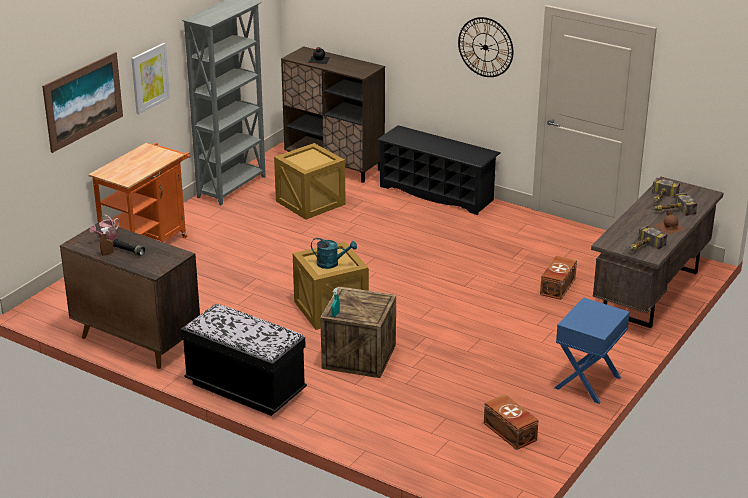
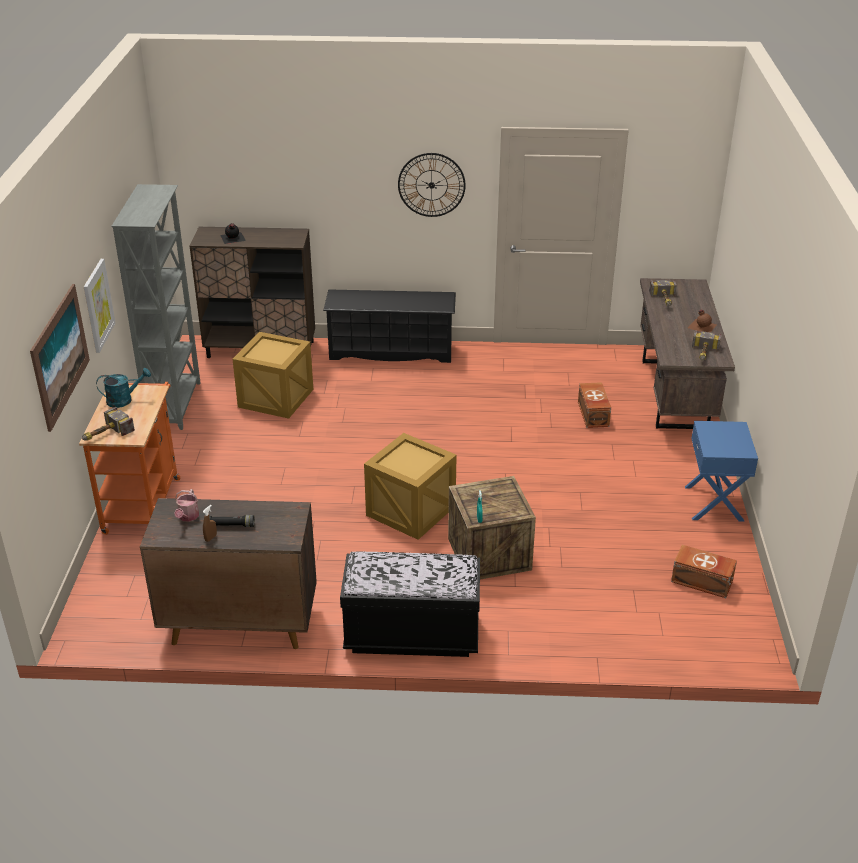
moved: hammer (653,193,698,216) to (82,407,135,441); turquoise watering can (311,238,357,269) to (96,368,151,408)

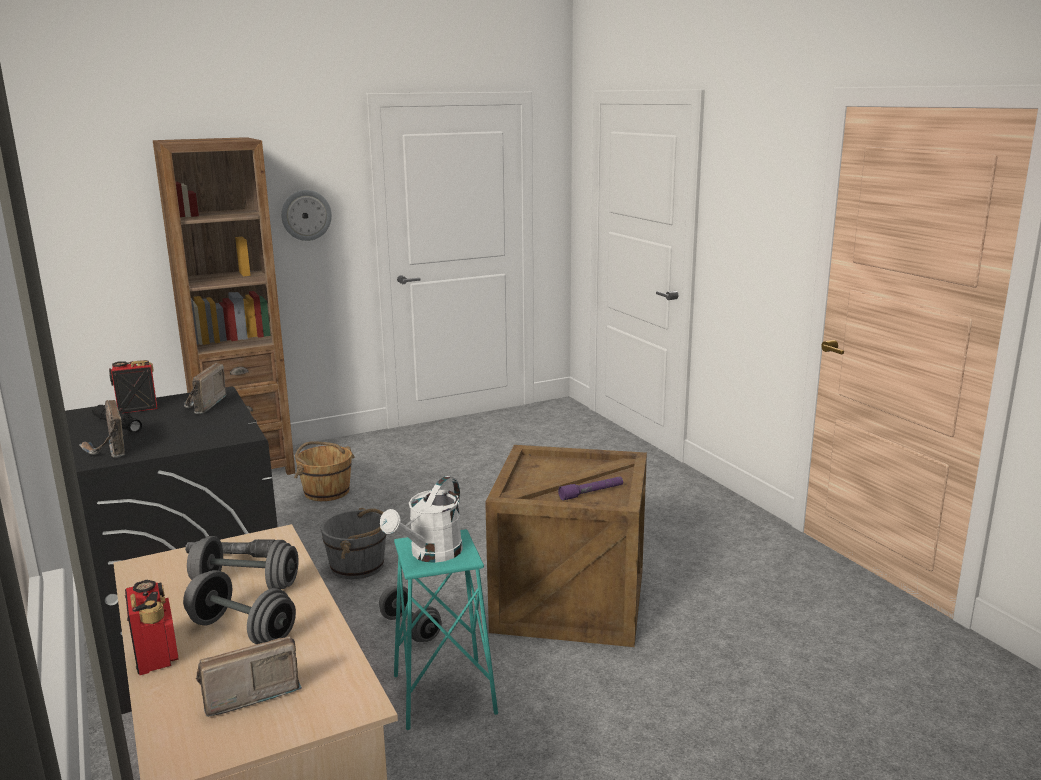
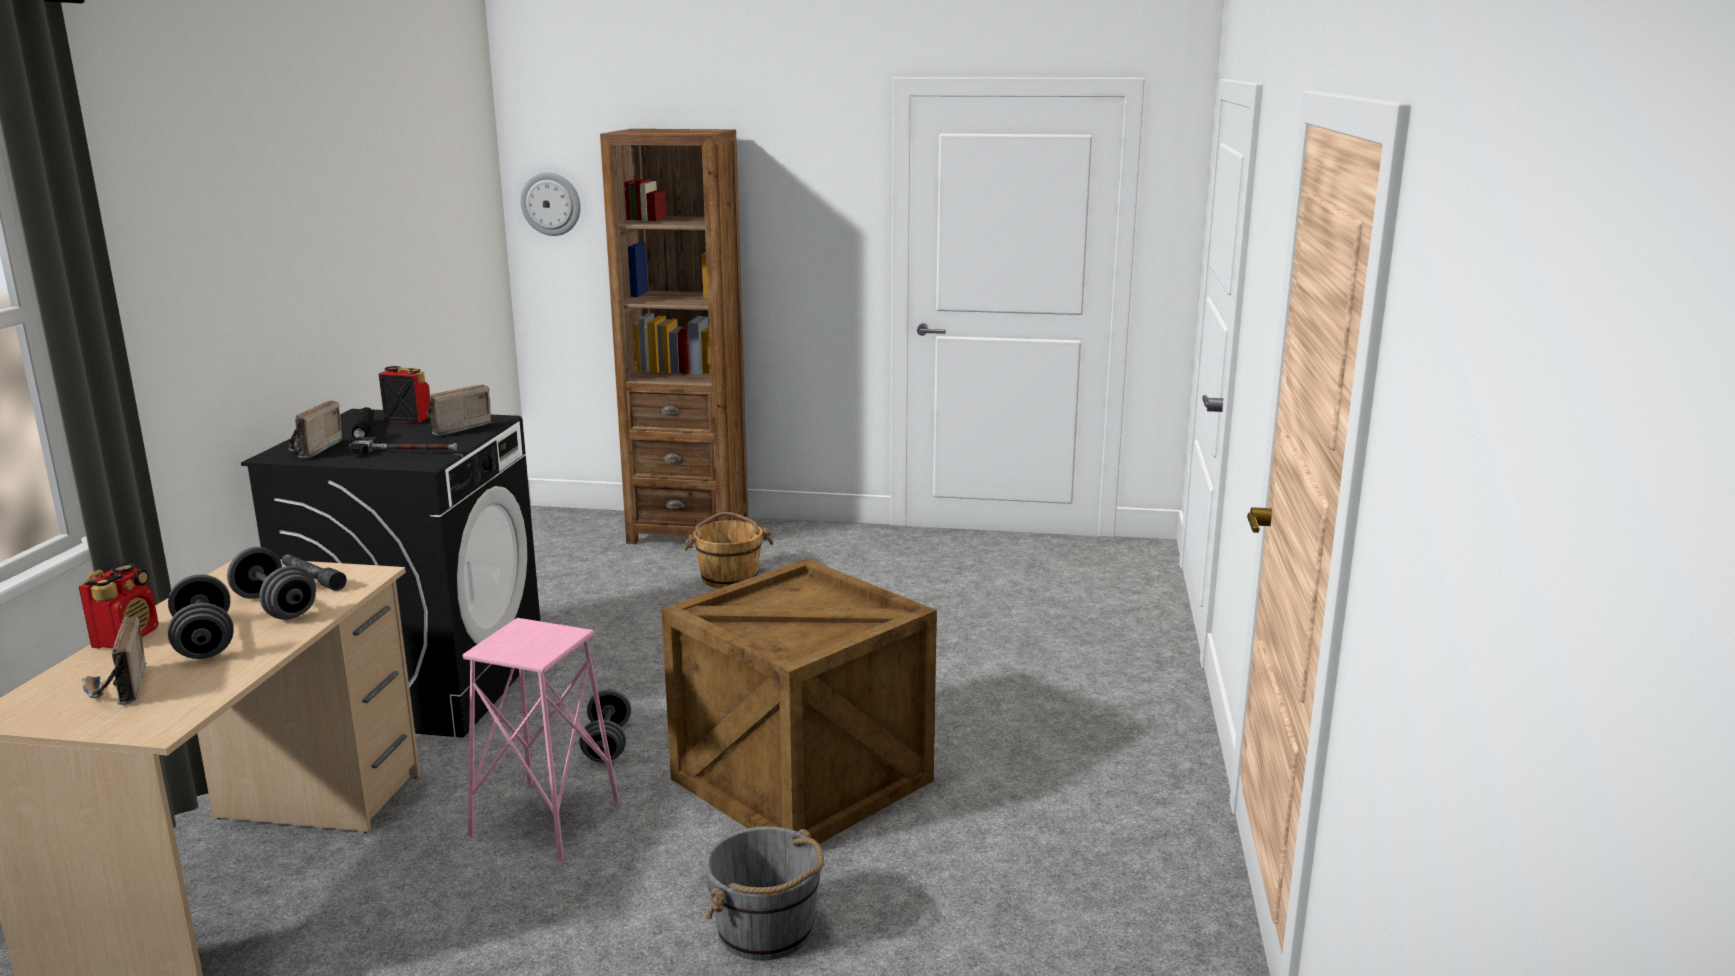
removed: white watering can (380,476,463,563); purple flashlight (558,476,623,501)
added: hammer (349,437,457,454)
moved: wall clock (281,190,332,241) to (520,172,581,236); grey bucket (321,508,386,579) to (704,826,824,961)
recoloured: turquoise stool (394,529,498,730) to pink stool (463,618,619,861)
turned: radio (196,636,302,717) = (82,616,146,705) 120 degrees counterclockwise

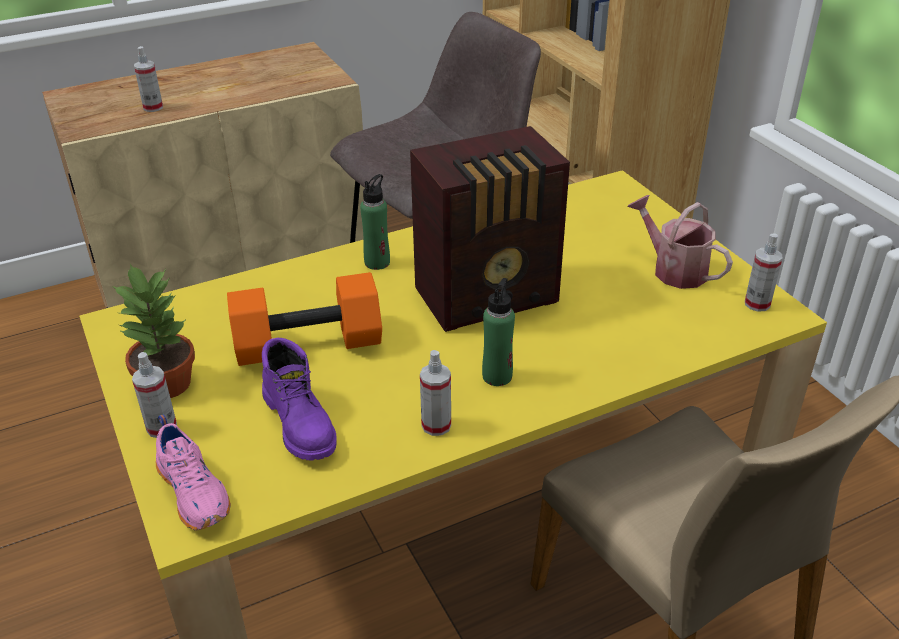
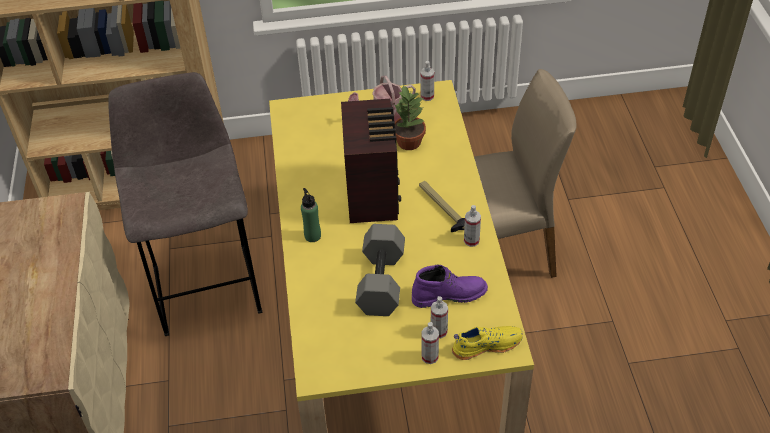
moved: spray bottle (134,46,163,112) to (431,296,448,338); potted plant (113,264,195,398) to (395,85,426,150)
replaced: green bottle (482,278,515,386) to hammer (419,181,465,232)
recoloured: orange dumbbell (227,272,382,366) to grey dumbbell (355,224,405,316); pink shoe (156,414,231,531) to yellow shoe (452,326,523,360)

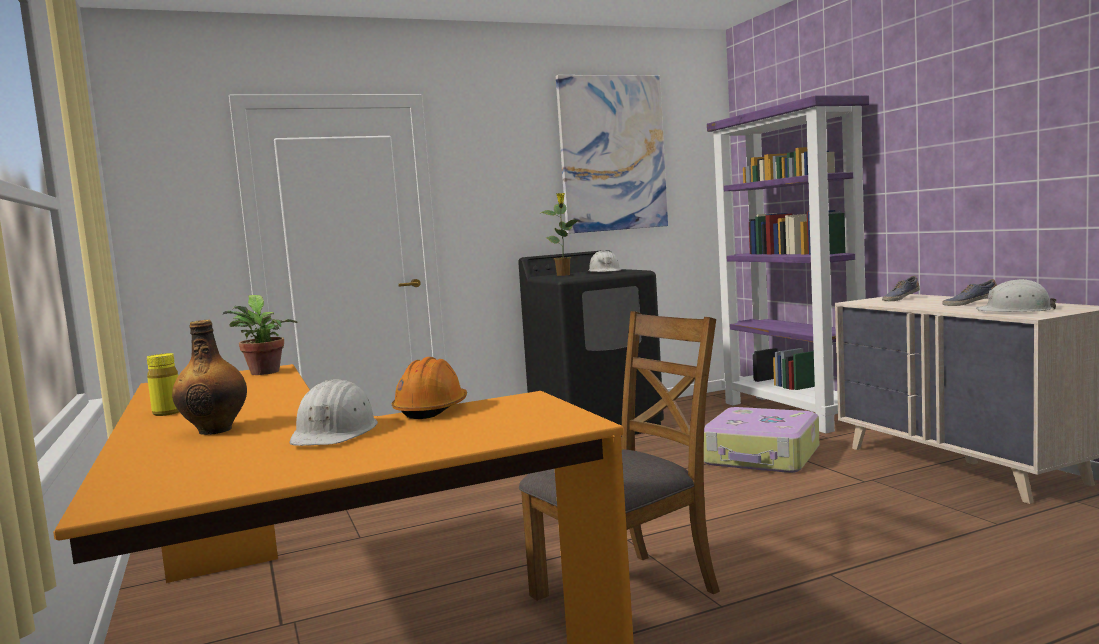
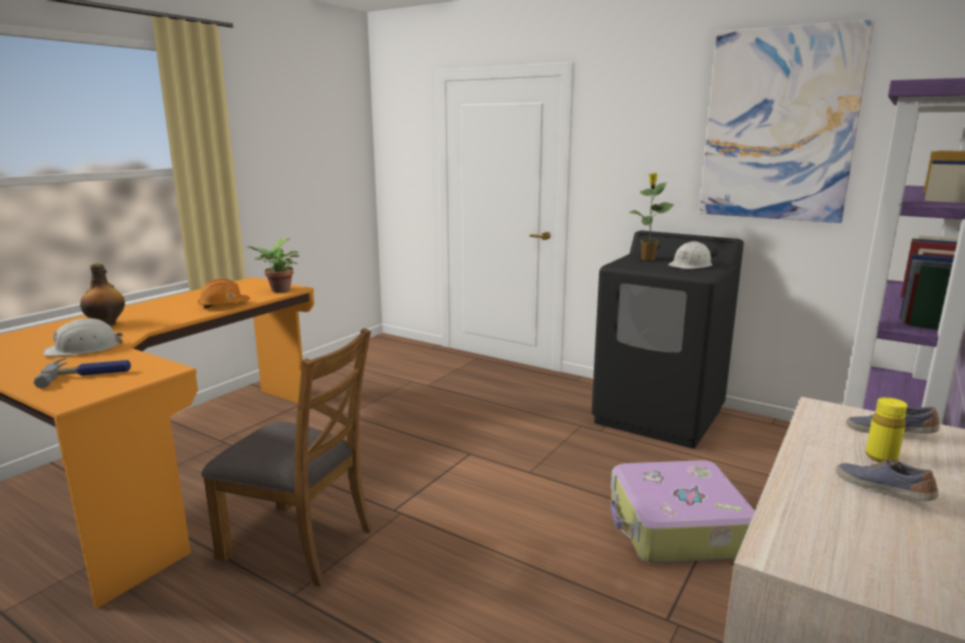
removed: white hard hat (976,279,1057,312)
added: hammer (34,358,131,389)
moved: yellow bottle (147,353,179,416) to (866,397,908,462); orange hard hat (392,357,467,419) to (198,278,250,308)

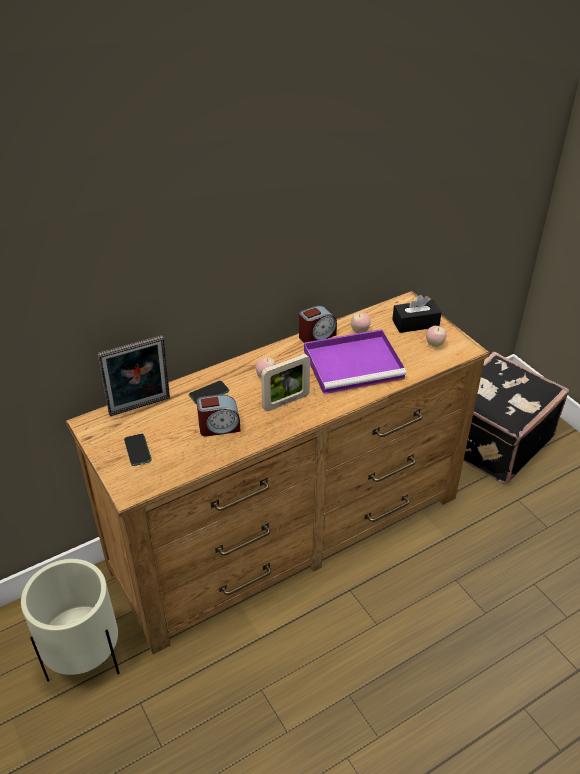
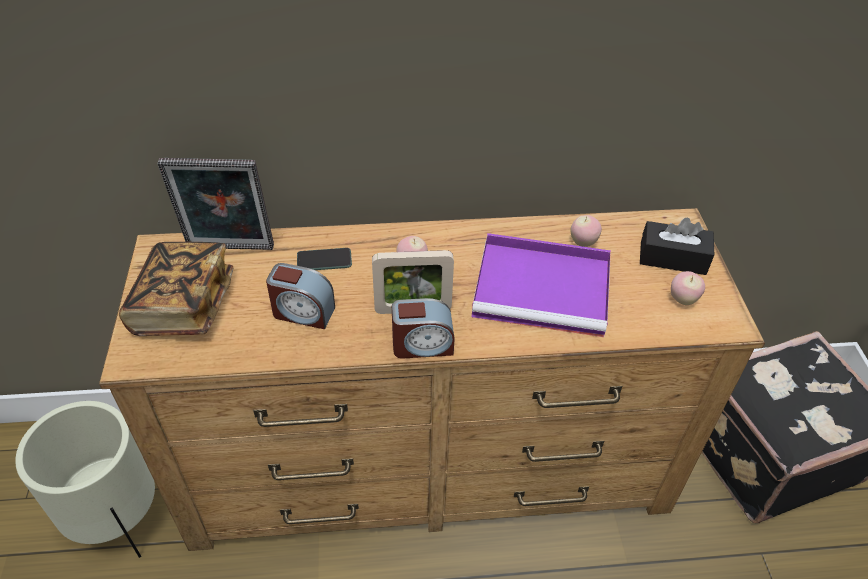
moved: alarm clock (299,305,337,343) to (392,298,455,359)
replaced: phone (124,434,152,466) to book (119,242,233,336)

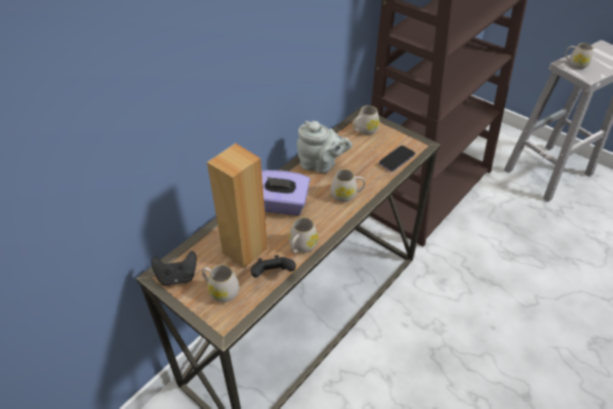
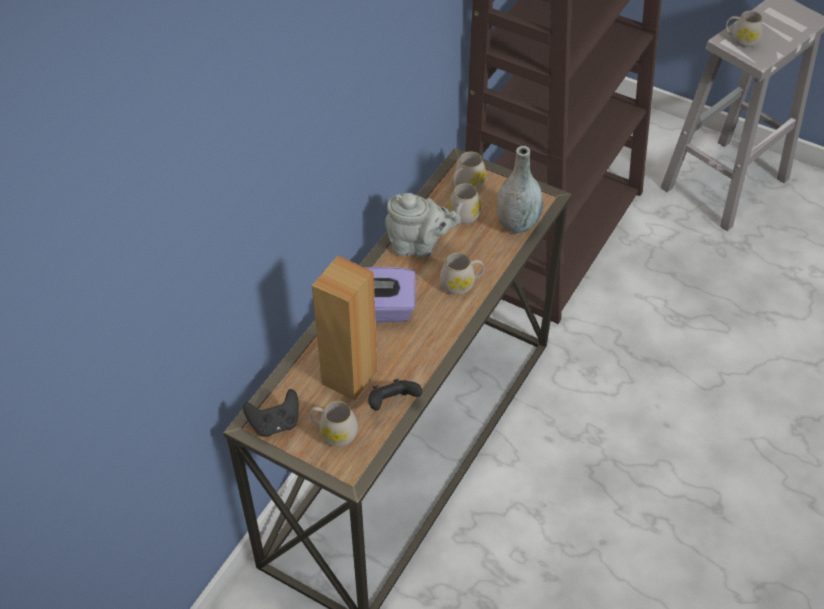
moved: white mug (289,217,318,253) to (448,183,481,225)
replaced: phone (379,145,415,171) to grey vase (497,146,543,233)

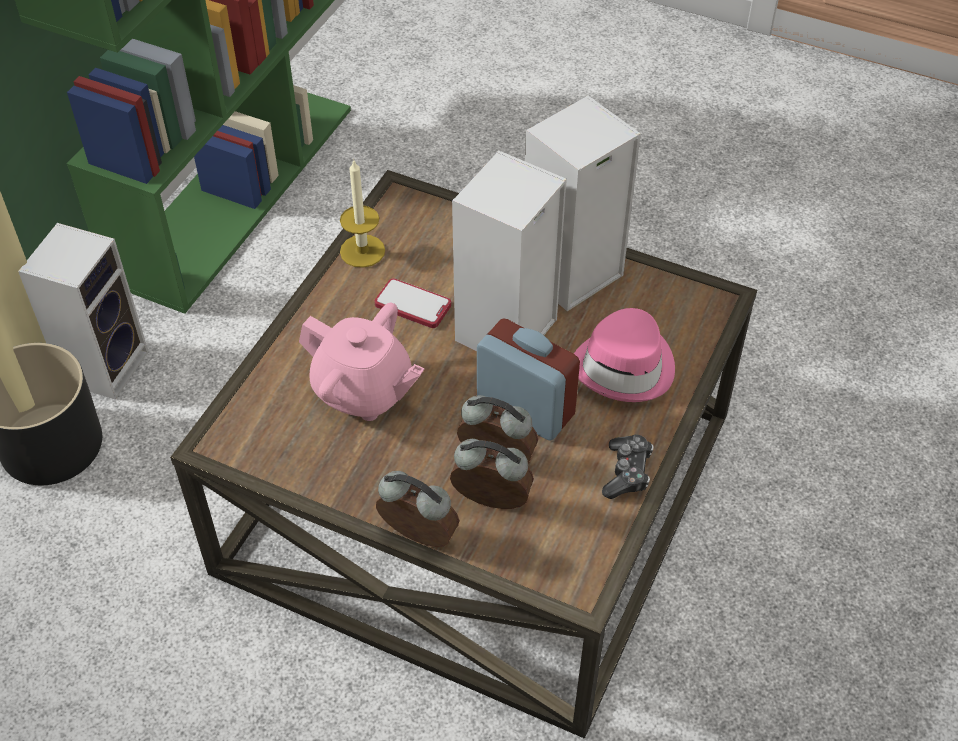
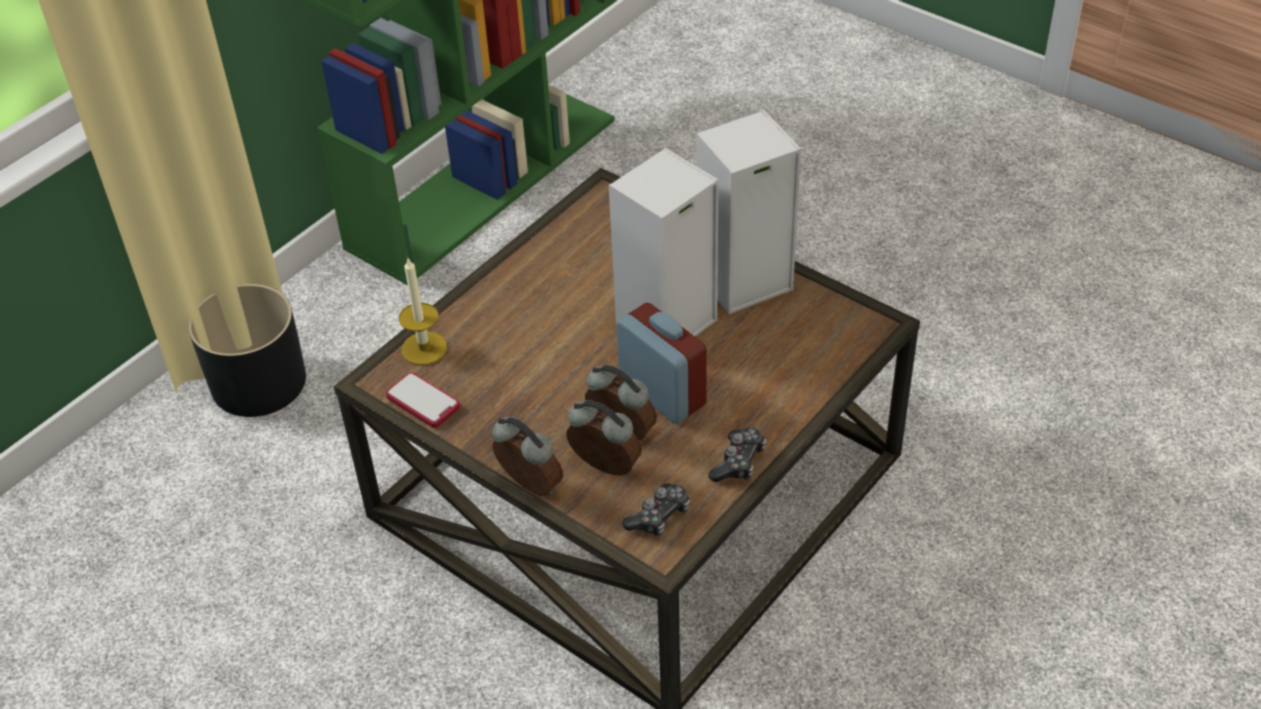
removed: speaker (18,223,148,400); pink teapot (299,303,424,421); pink hat (574,308,675,402)
added: game controller (622,483,690,536)
moved: candle (340,159,385,268) to (399,258,447,365); phone (375,278,451,328) to (386,372,460,428)

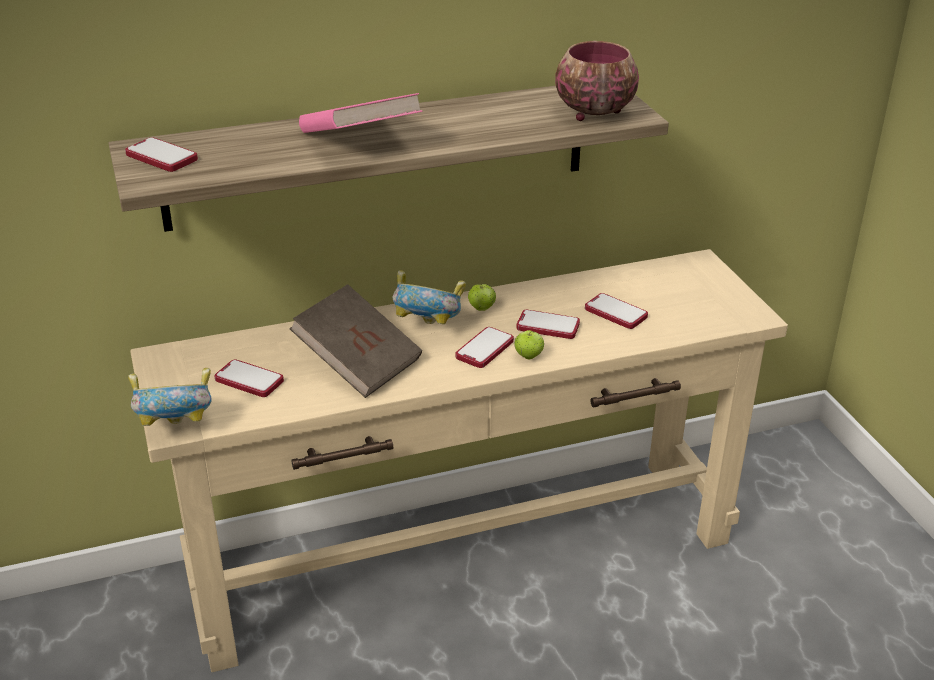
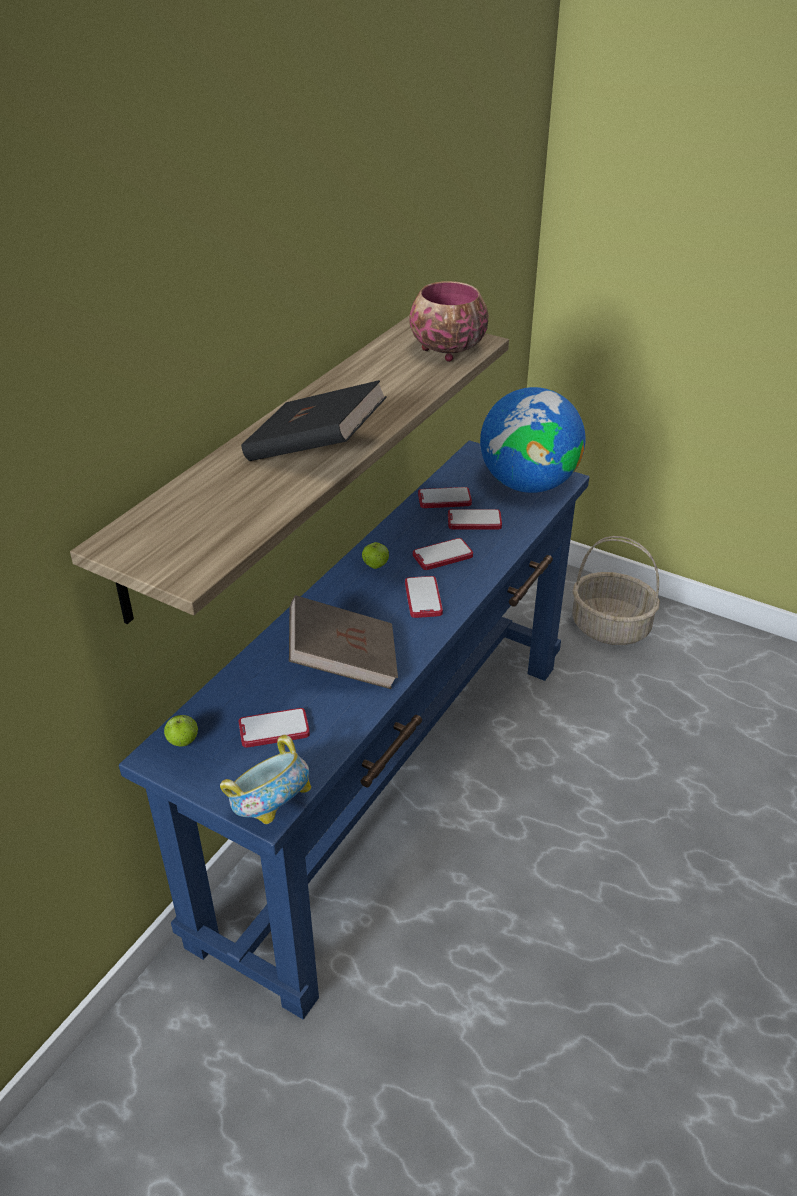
removed: bowl (393,270,466,324)
added: globe (480,387,586,493); basket (572,536,660,645)
moved: phone (125,137,198,172) to (418,487,472,508); apple (514,330,544,359) to (164,715,198,746)
recoloured: pink book (299,93,422,133) to black book (241,380,387,461); beige console table (130,249,788,672) to blue console table (119,441,589,1019)

